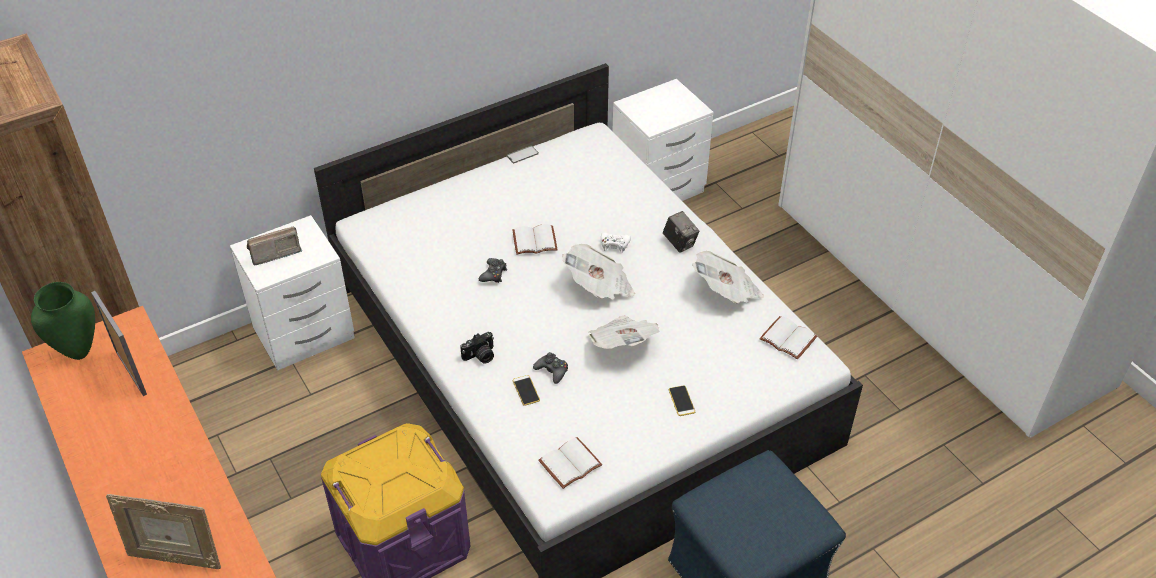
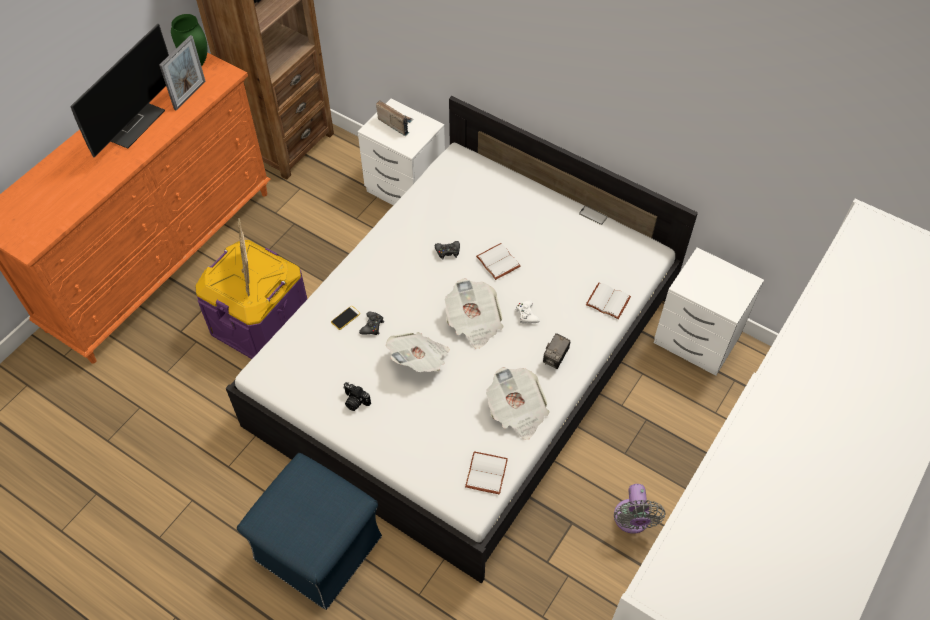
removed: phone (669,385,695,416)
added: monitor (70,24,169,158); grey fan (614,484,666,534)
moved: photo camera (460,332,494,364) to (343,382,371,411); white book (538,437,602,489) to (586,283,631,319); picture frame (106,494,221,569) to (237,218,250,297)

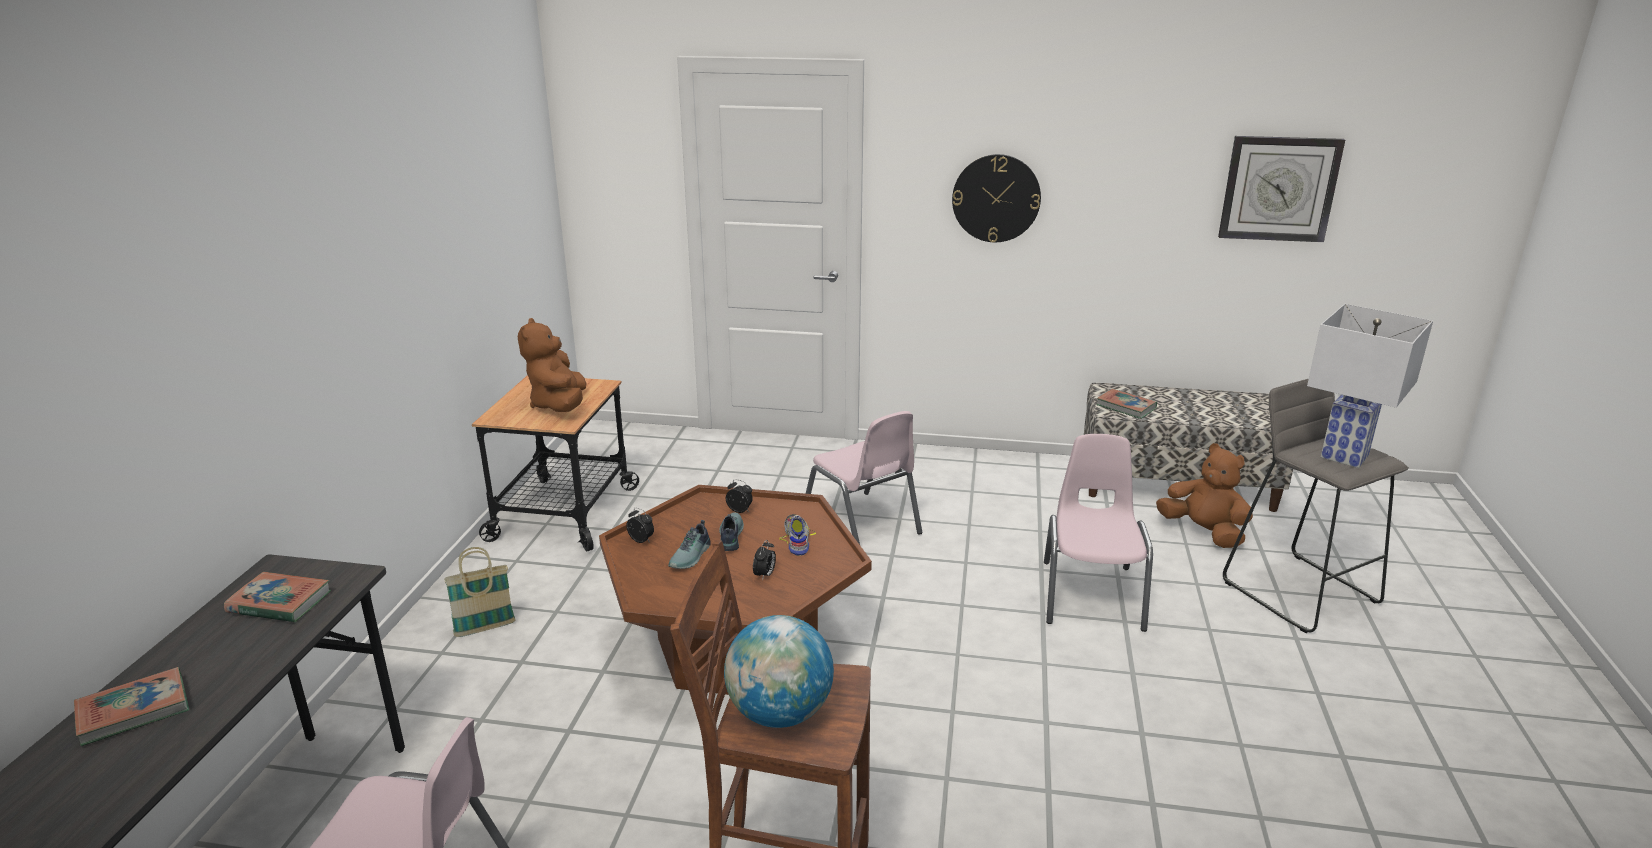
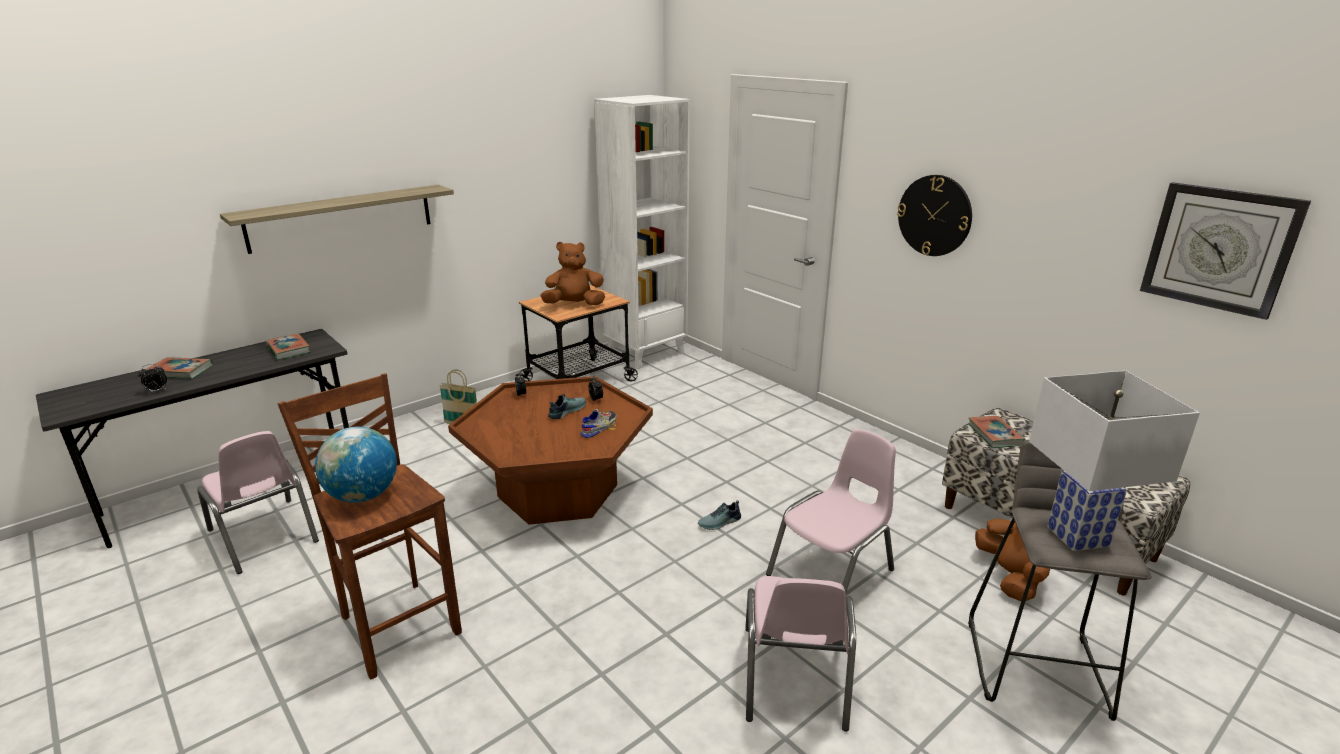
added: white bookcase (594,95,690,369); shelf (220,185,454,254)
moved: pink chair (806,411,923,545) to (745,576,856,731); shoe (668,520,711,569) to (698,500,741,530); alarm clock (753,540,776,581) to (138,364,167,392)
turned: brown plush toy (518,318,586,412) = (540,242,605,305) 45 degrees clockwise

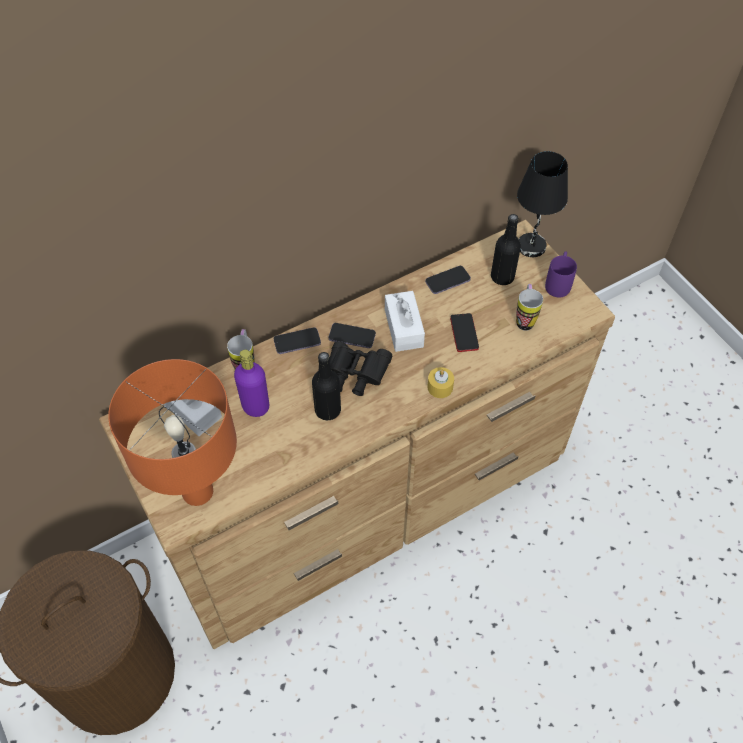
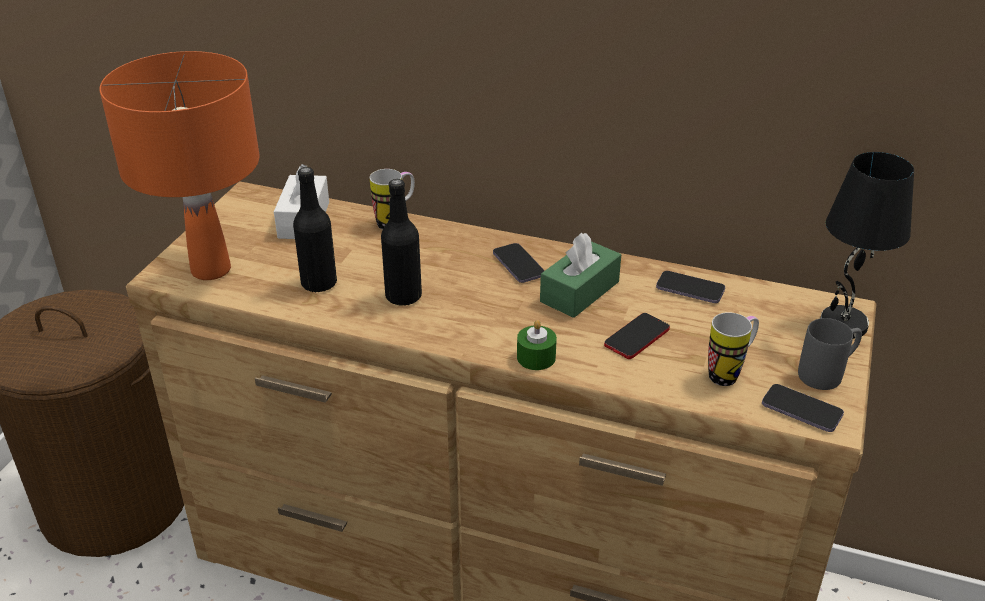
removed: black binoculars (330,341,392,396); purple bottle (234,350,269,417)
moved: black bottle (491,214,521,285) to (293,167,337,292); phone (274,327,321,354) to (762,384,844,432)
recoloured: purple mug (545,251,577,297) to grey mug (798,318,862,390); white tissue box (385,291,425,352) to green tissue box (540,233,621,318); yellow candle (427,367,454,398) to green candle (517,320,557,370)

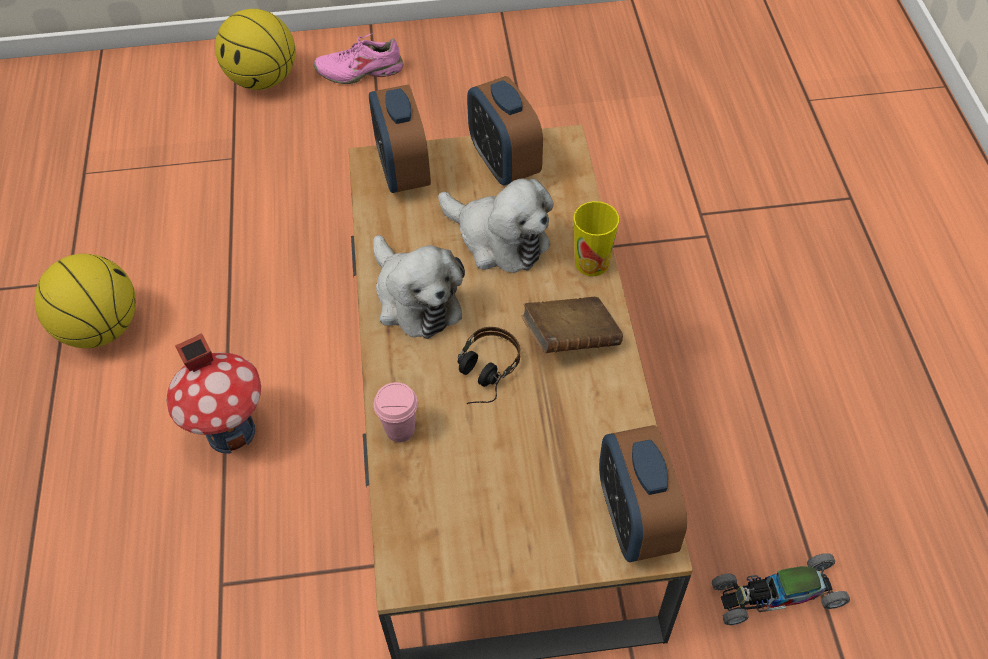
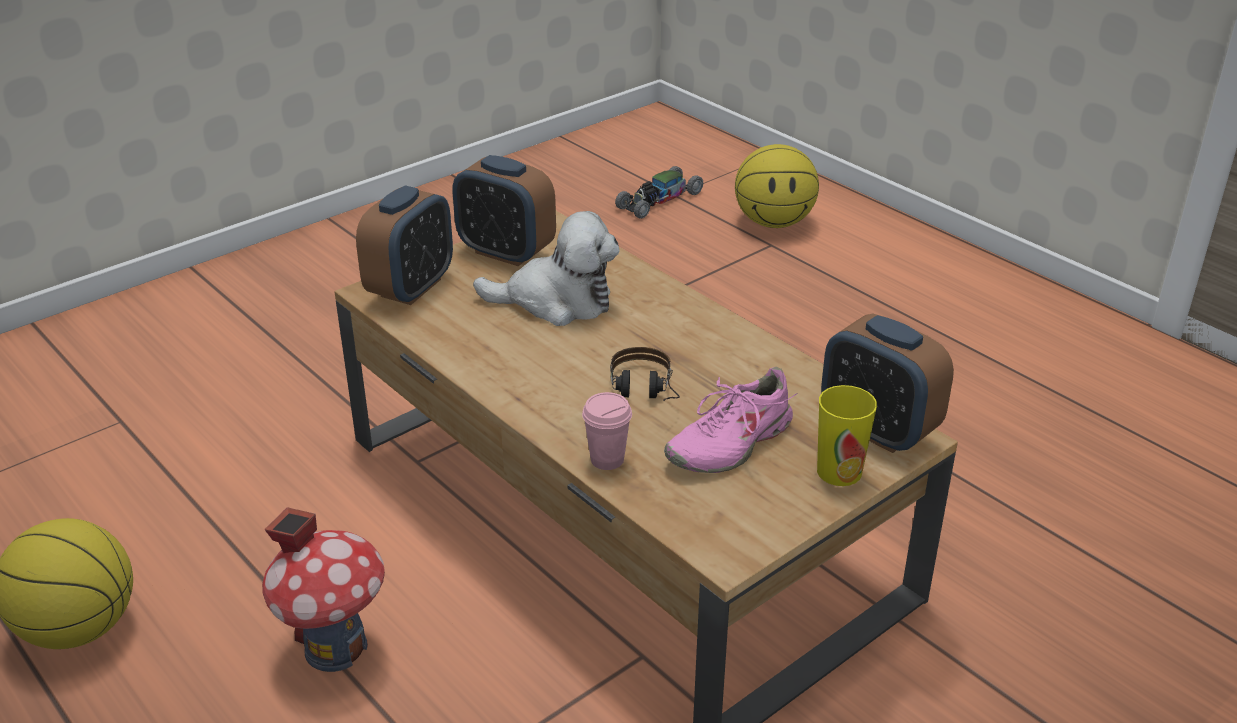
removed: plush toy (373,235,465,339); brown book (521,297,623,353)
moved: basketball (215,9,296,90) to (735,144,819,228); pink shoe (314,33,403,84) to (664,367,798,473); cup (574,201,619,276) to (817,385,877,486); toy car (712,553,850,625) to (615,166,703,219)
turned: alarm clock (369,84,431,193) = (356,185,453,305) 105 degrees counterclockwise

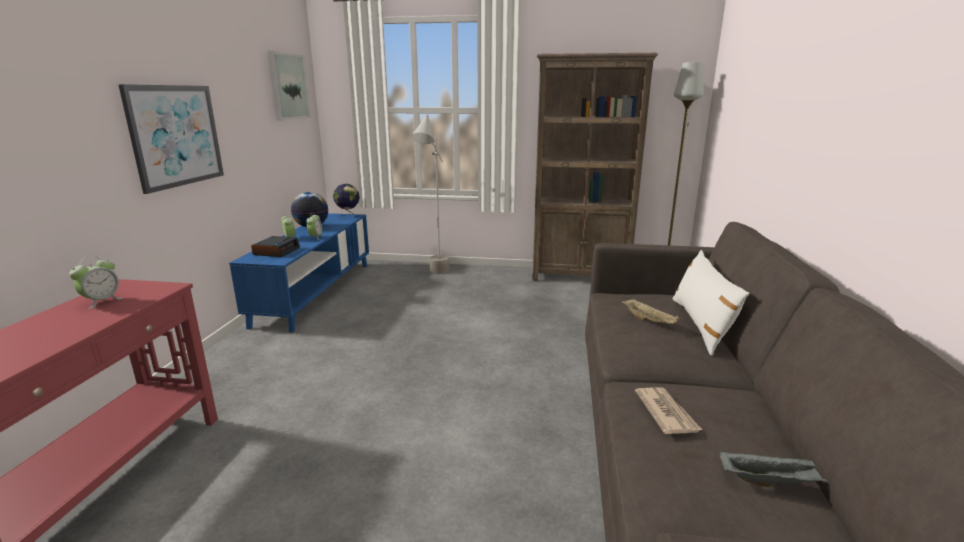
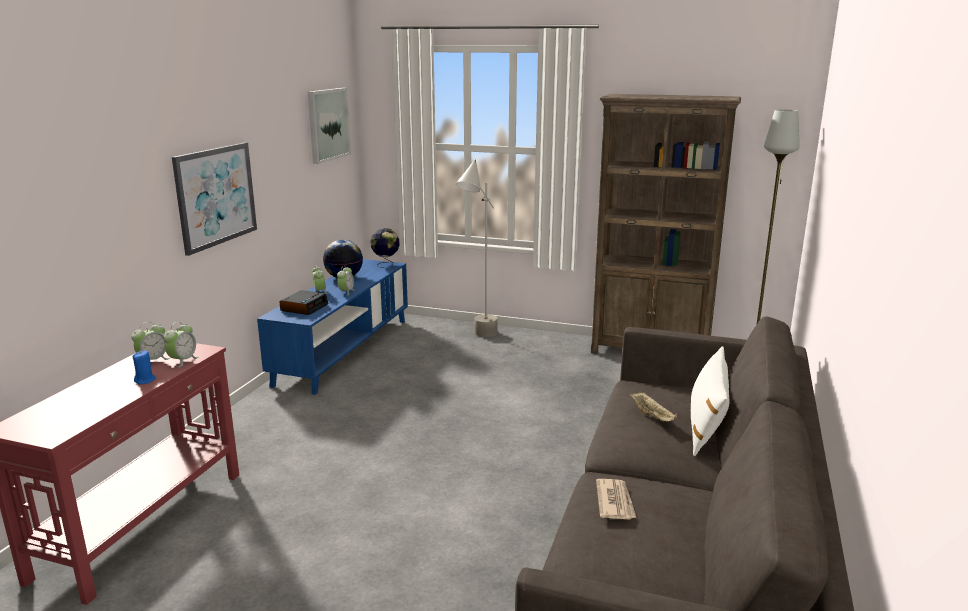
removed: grey tray (719,451,830,487)
added: alarm clock (163,322,198,367); blue candle (132,351,156,384)

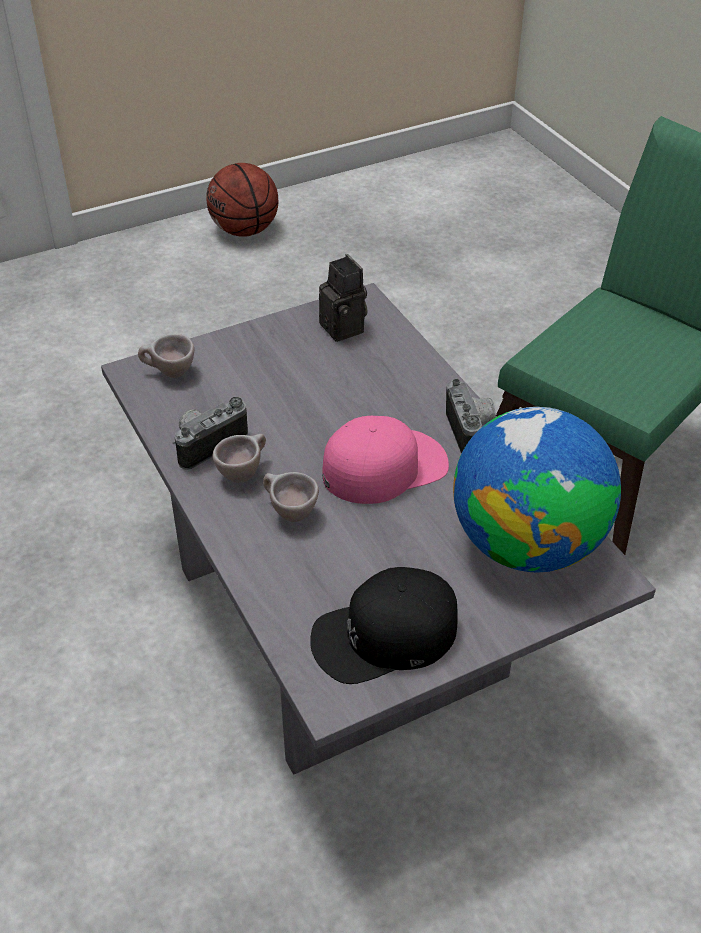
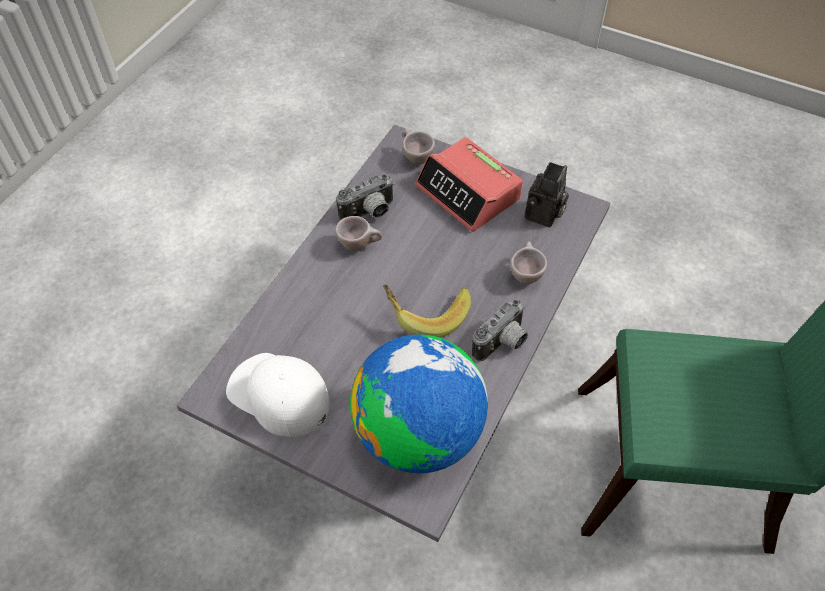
removed: basketball (206,163,278,237)
added: alarm clock (415,137,523,232)
moved: beige cup (263,472,319,522) to (510,241,547,284)
replaced: pink cap (323,416,449,504) to banana (383,285,471,338)
recoloured: black cap (310,567,458,684) to white cap (226,353,330,437)
turned: photo camera (173,397,248,470) = (337,174,394,220) 135 degrees clockwise

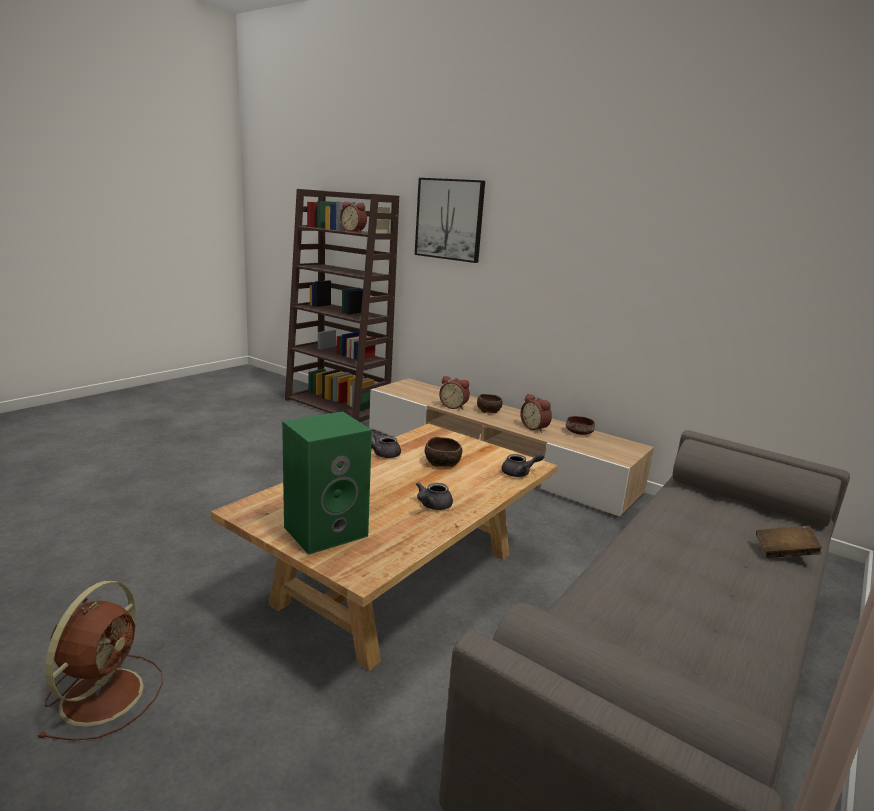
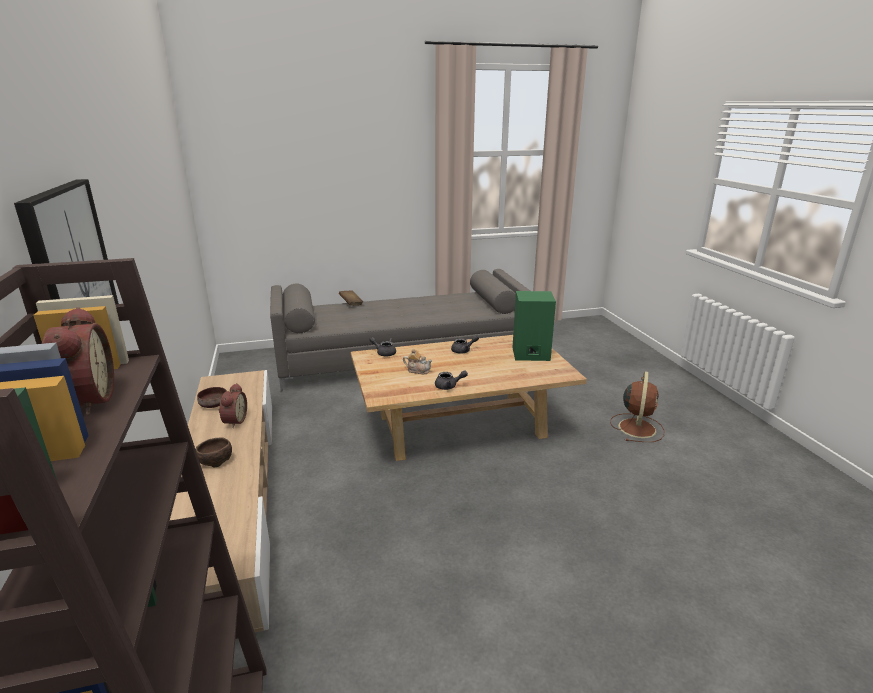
removed: alarm clock (439,376,470,410)
replaced: brown bowl (425,437,462,467) to teapot (403,349,432,374)
turned: brown fan (37,581,163,741) = (610,371,664,442) 150 degrees clockwise

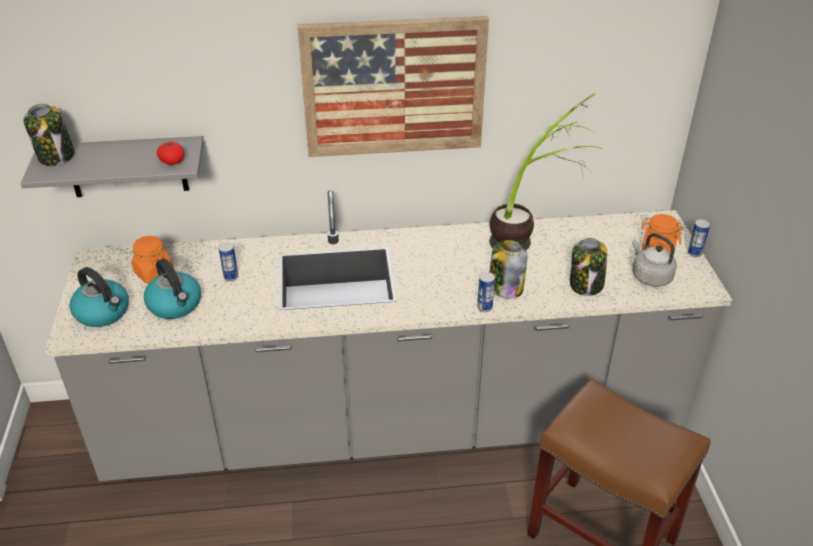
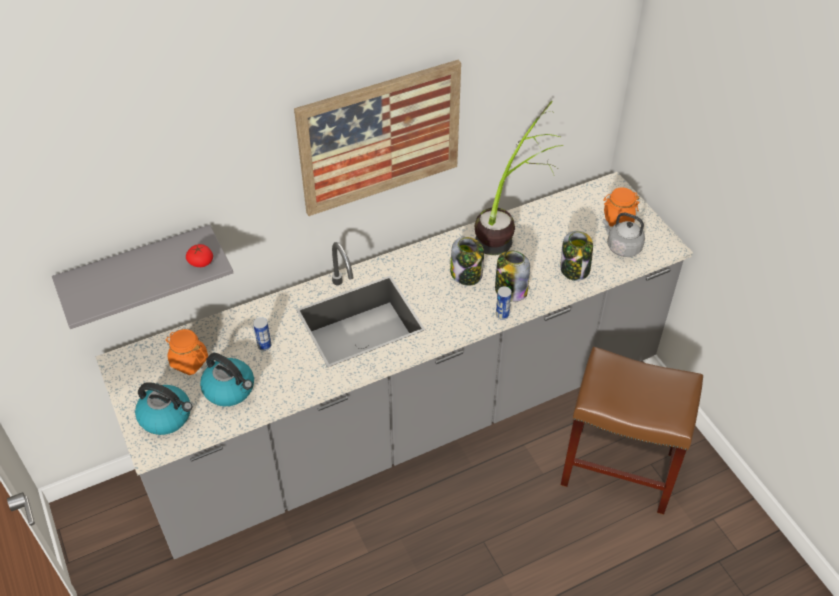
removed: can (688,219,710,257)
moved: jar (24,104,75,166) to (450,237,484,286)

